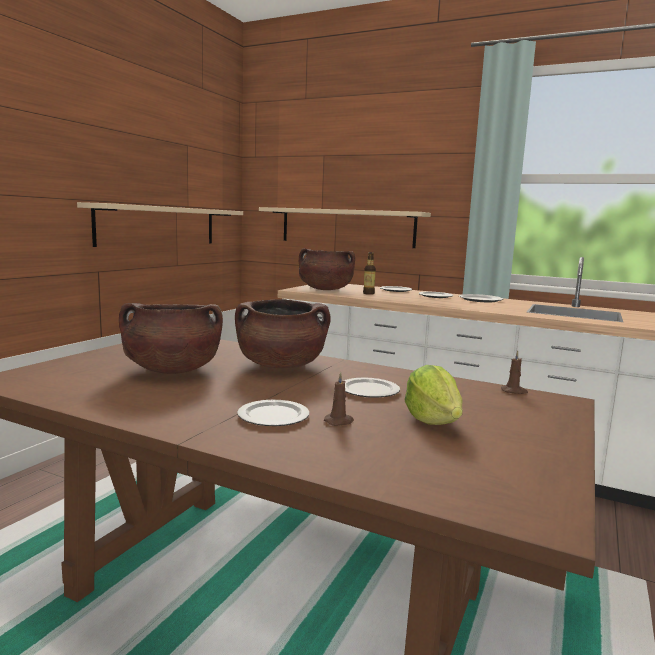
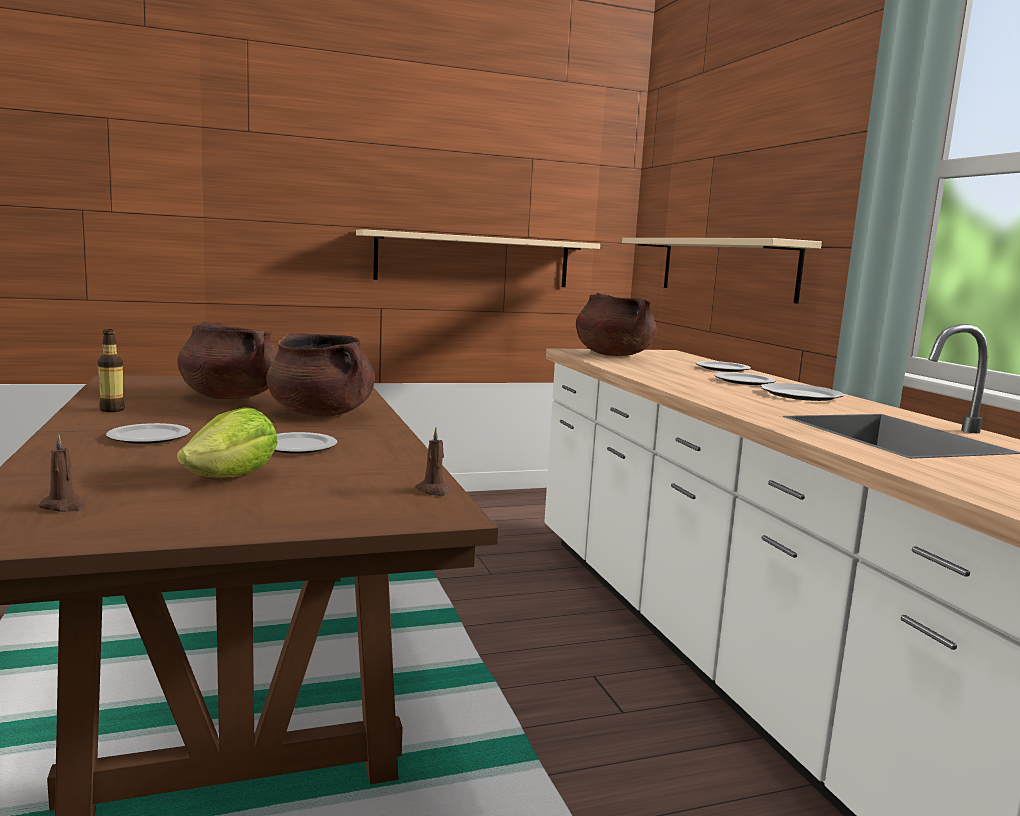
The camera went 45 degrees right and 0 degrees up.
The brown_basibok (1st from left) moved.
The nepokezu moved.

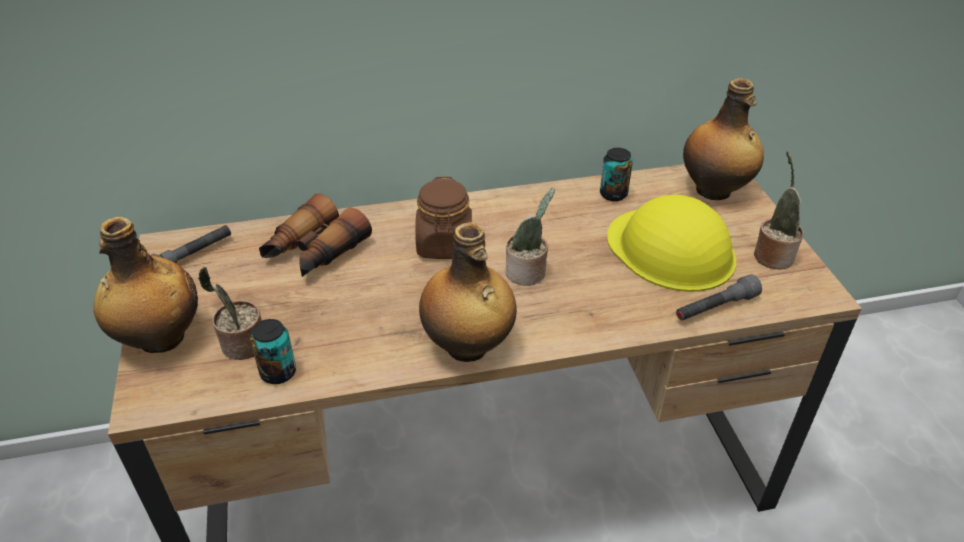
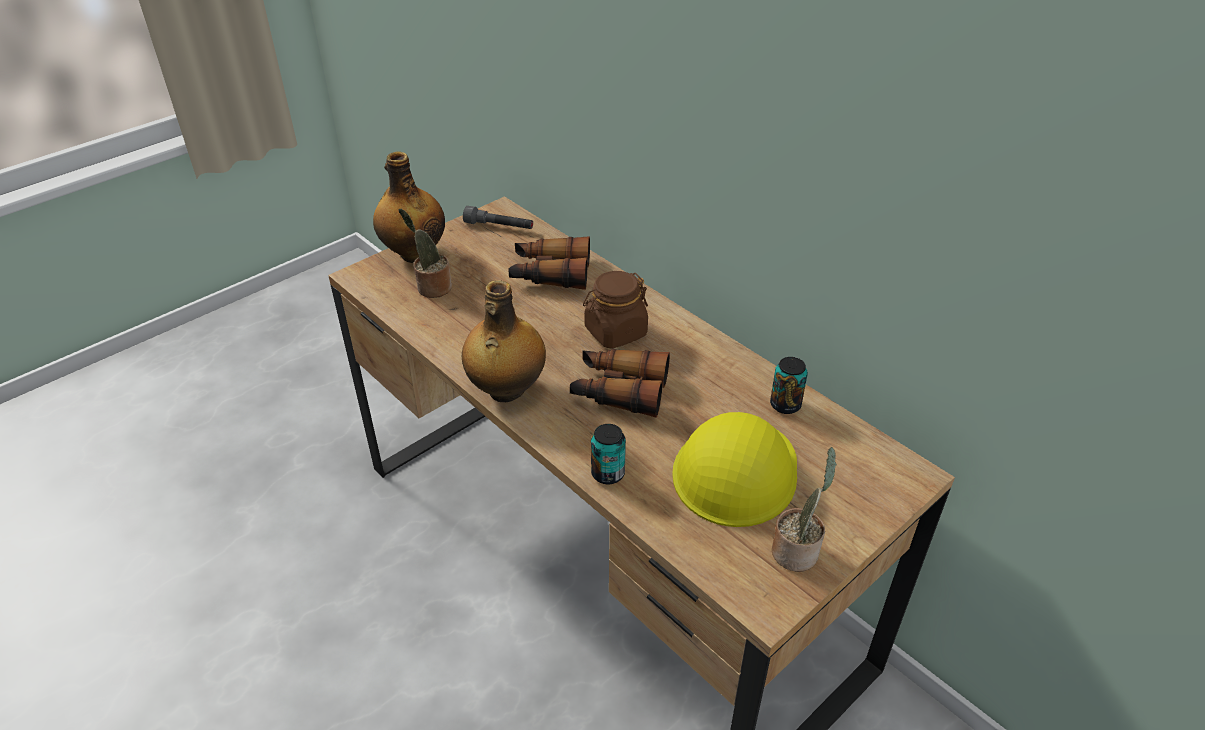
The camera went 60 degrees right and 0 degrees up.
The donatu (1st from left) moved.
The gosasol (2nd from left) was replaced by the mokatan (2nd from left).
The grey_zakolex (2nd from left) disappeared.
The nepokezu (3rd from left) disappeared.

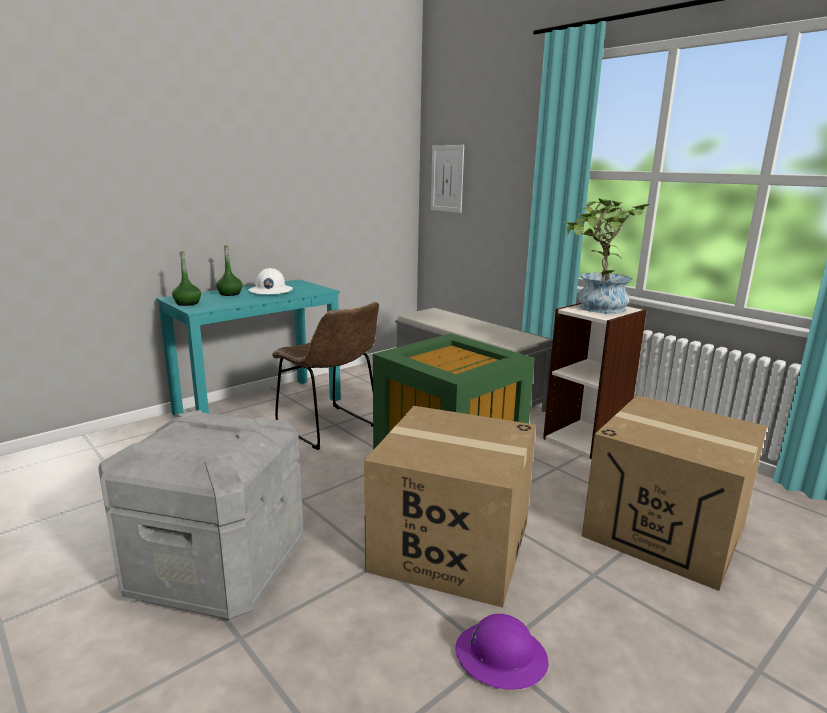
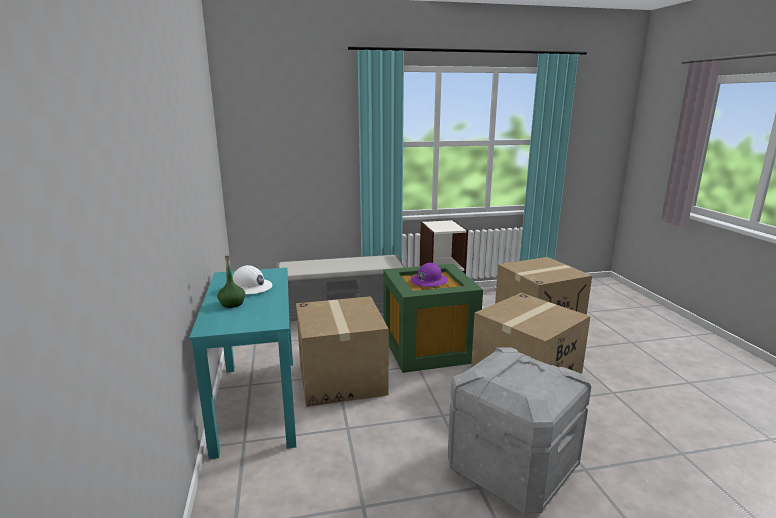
The camera went 60 degrees left and 0 degrees up.
The green_nepokezu (1st from left) disappeared.
The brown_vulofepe was replaced by the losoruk (1st from left).
The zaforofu disappeared.
The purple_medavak moved.
The gosasol disappeared.

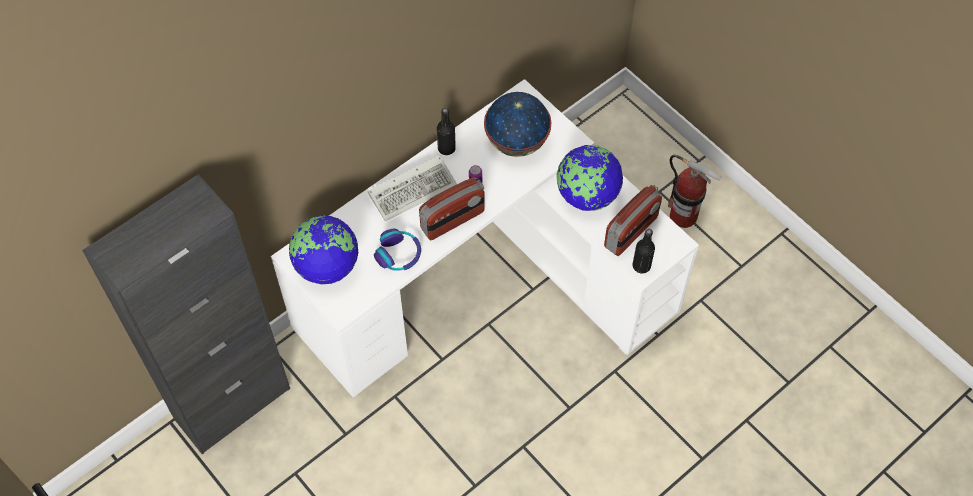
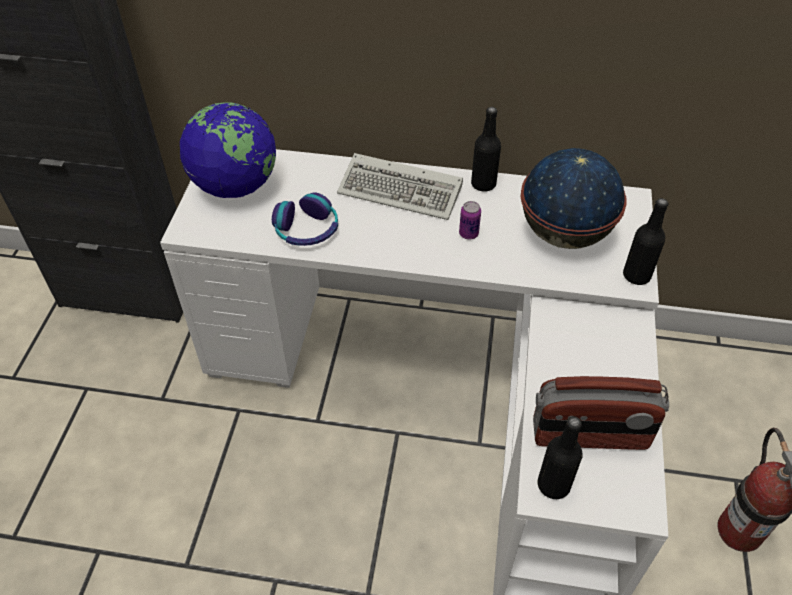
The camera went 50 degrees right and 10 degrees down.
The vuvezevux (1st from left) disappeared.
The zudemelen (3rd from left) disappeared.
The black_nepokezu (3rd from left) appeared.

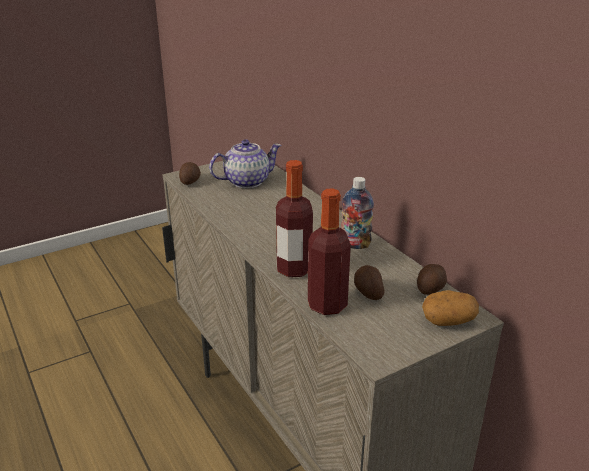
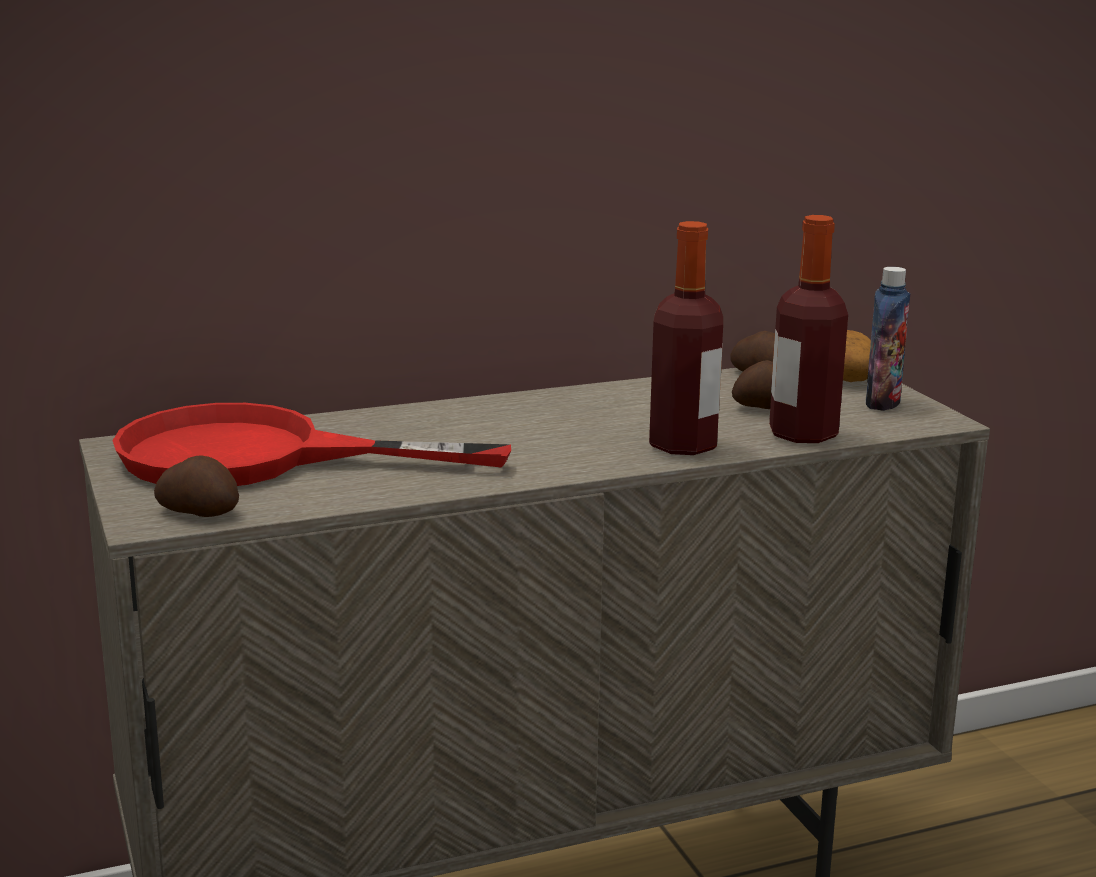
The camera went 80 degrees left and 10 degrees down.
The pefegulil was replaced by the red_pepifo.
The nepokezu (3rd from left) moved.

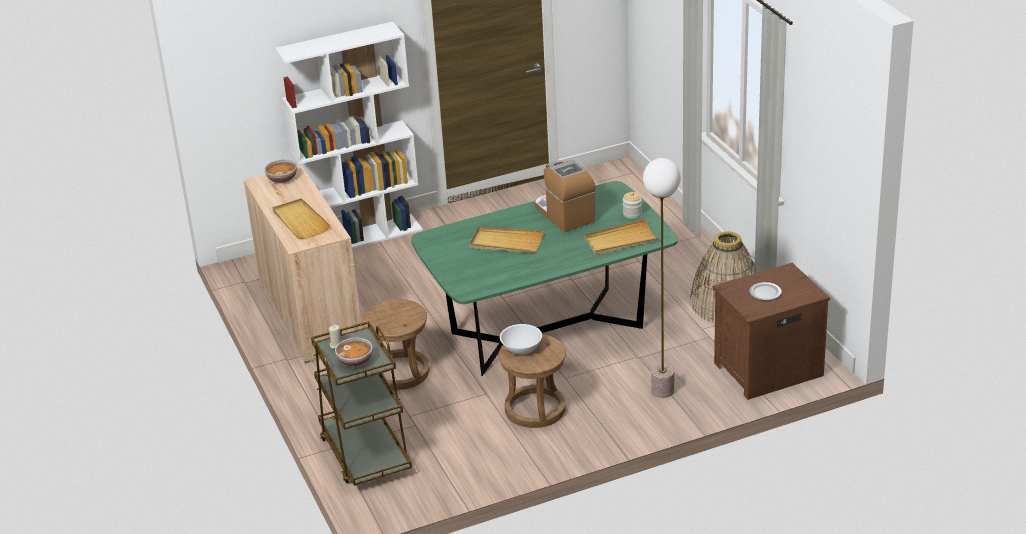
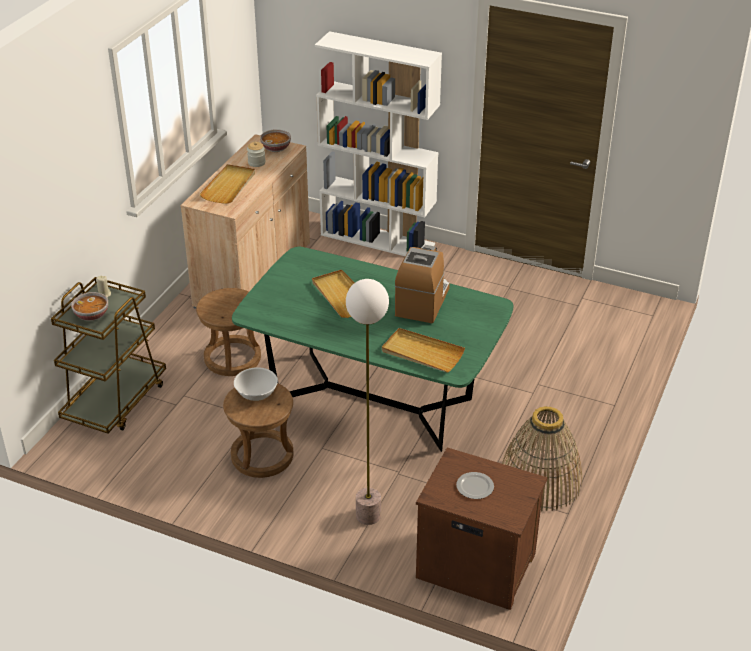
The camera went 45 degrees right and 5 degrees up.
The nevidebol moved.

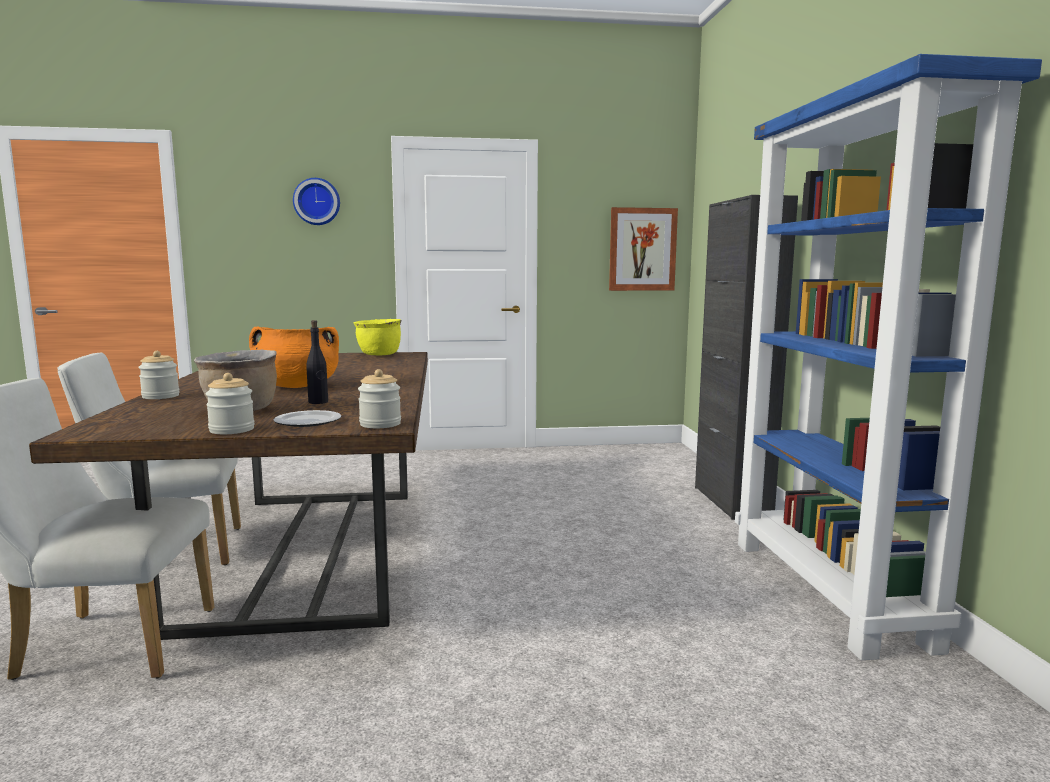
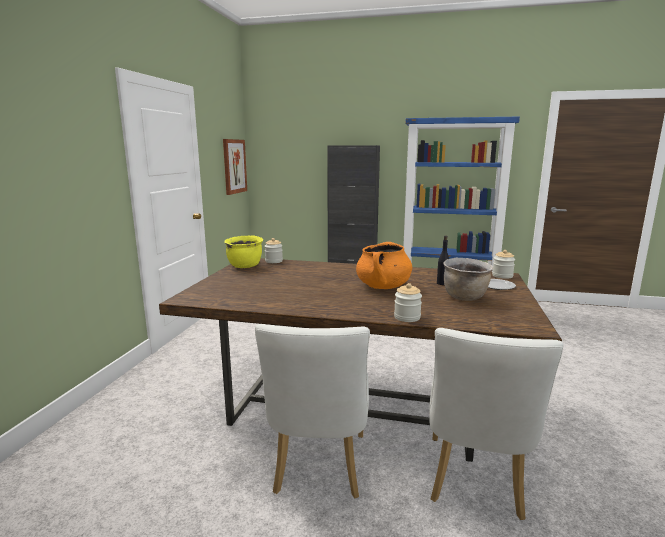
The camera went 70 degrees left and 5 degrees up.
The nevidebol (2nd from left in the first image) moved.
The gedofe disappeared.

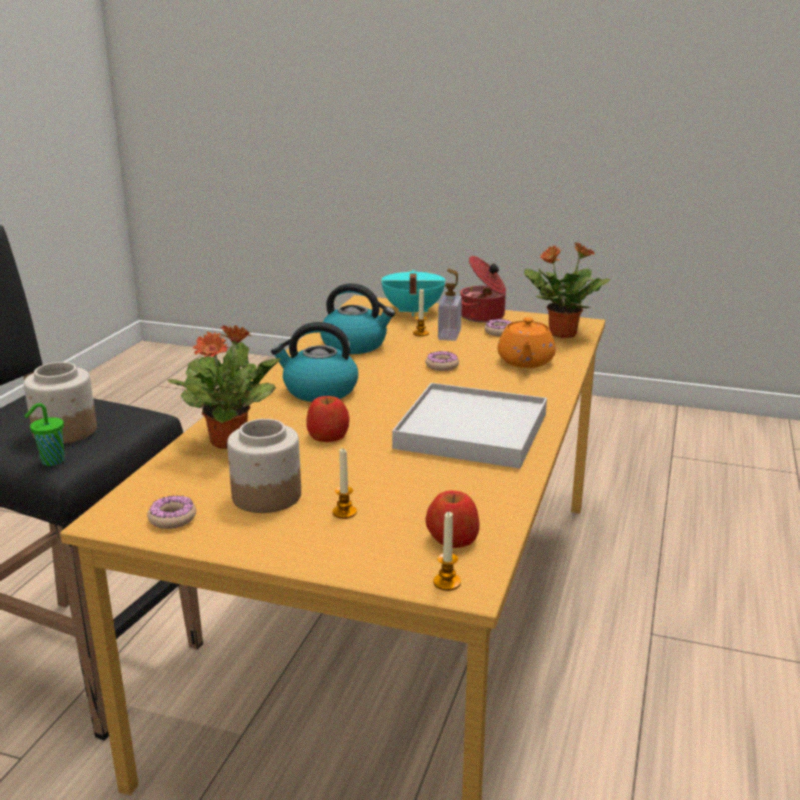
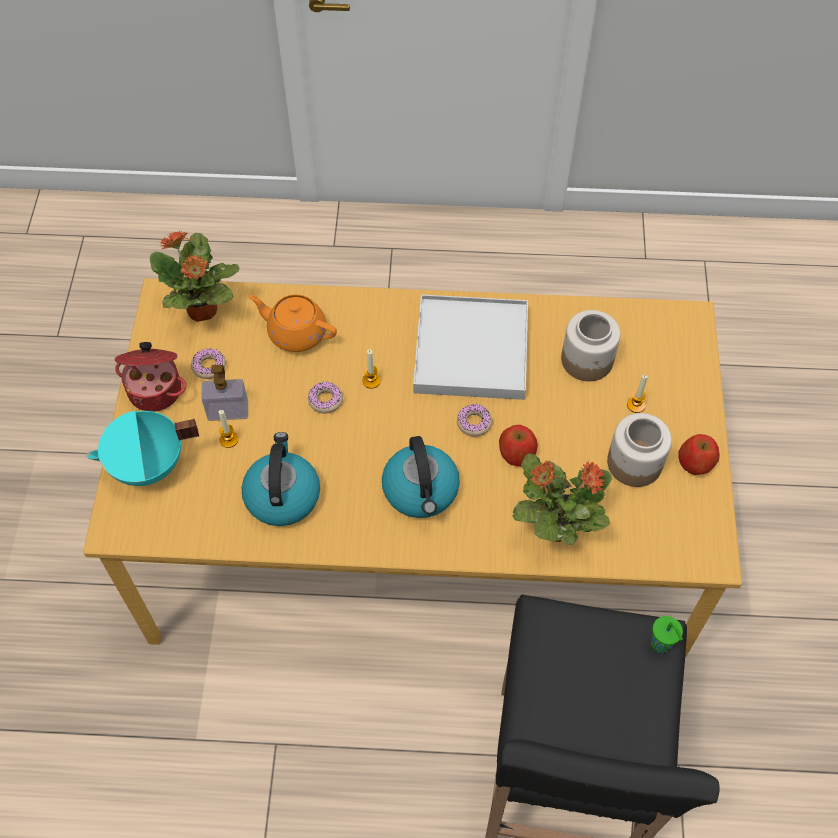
The camera went 105 degrees left and 35 degrees up.
The nevidebol (1st from left) moved.
The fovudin (1st from left in the first image) moved.
The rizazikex (2nd from left) moved.
The basibok (3rd from left in the first image) moved.
The orange_pefegulil turned 150 degrees counterclockwise.

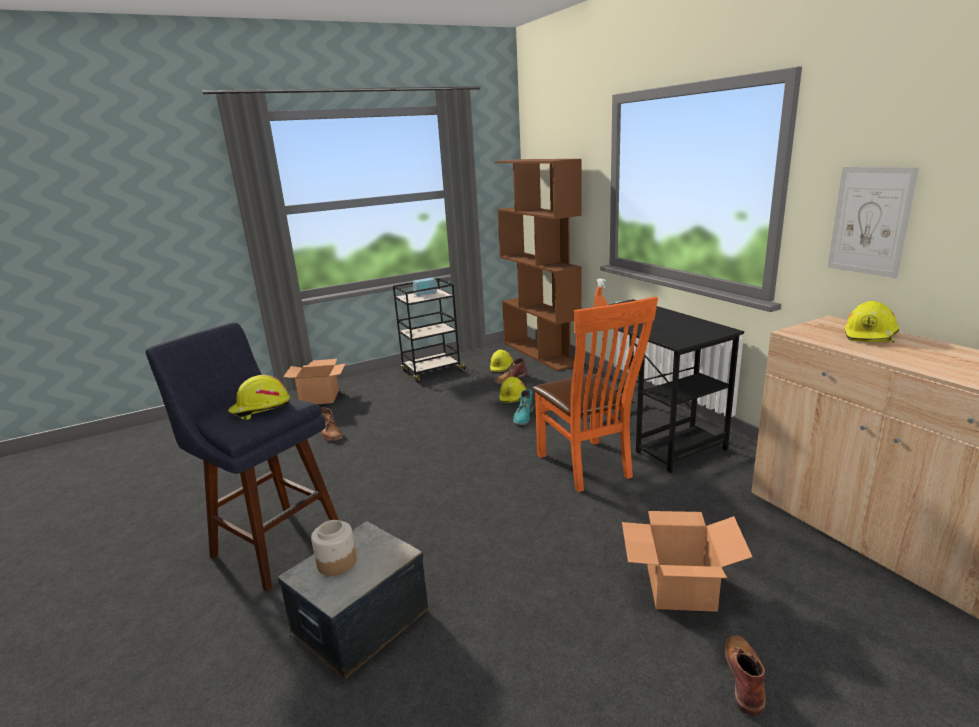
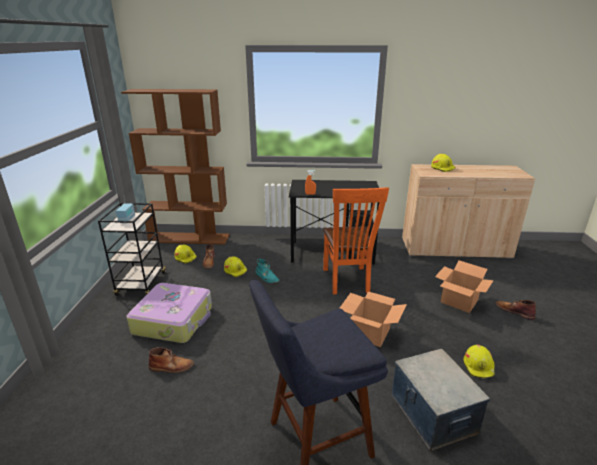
The camera went 60 degrees left and 5 degrees up.
The yellow_medavak (1st from left in the first image) moved.
The losoruk (1st from left) moved.
The nevidebol disappeared.
The orange_vulofepe turned 75 degrees clockwise.
The zaforofu disappeared.
The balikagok appeared.

